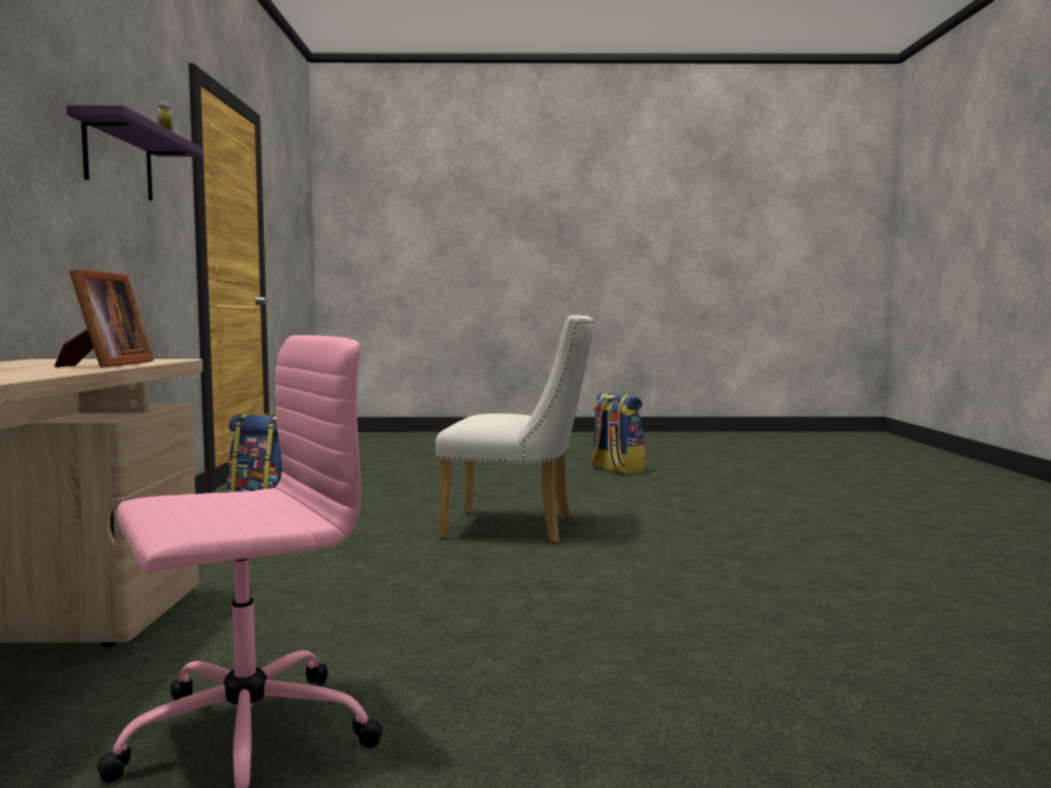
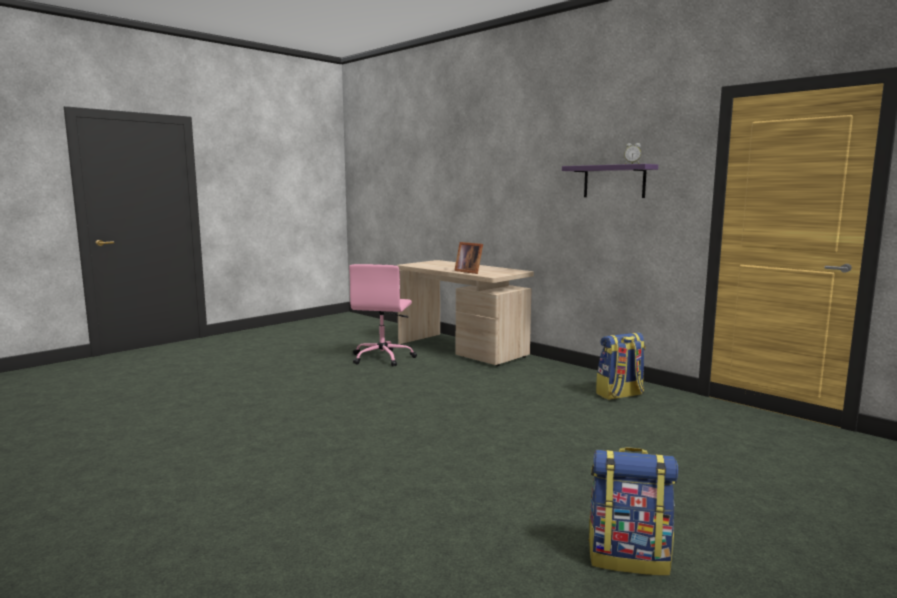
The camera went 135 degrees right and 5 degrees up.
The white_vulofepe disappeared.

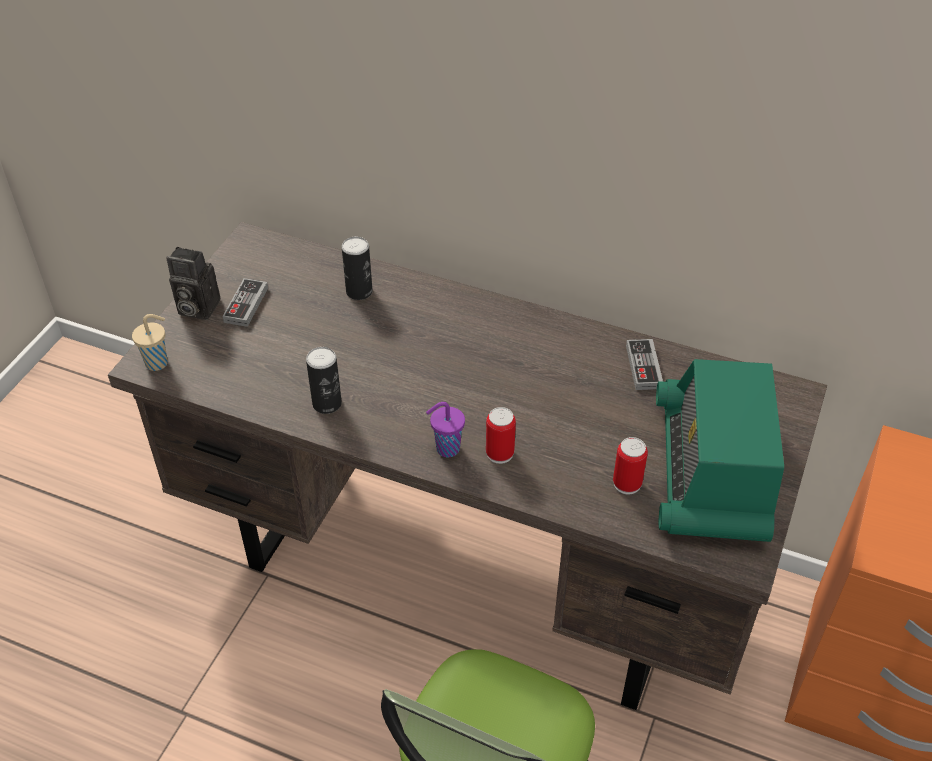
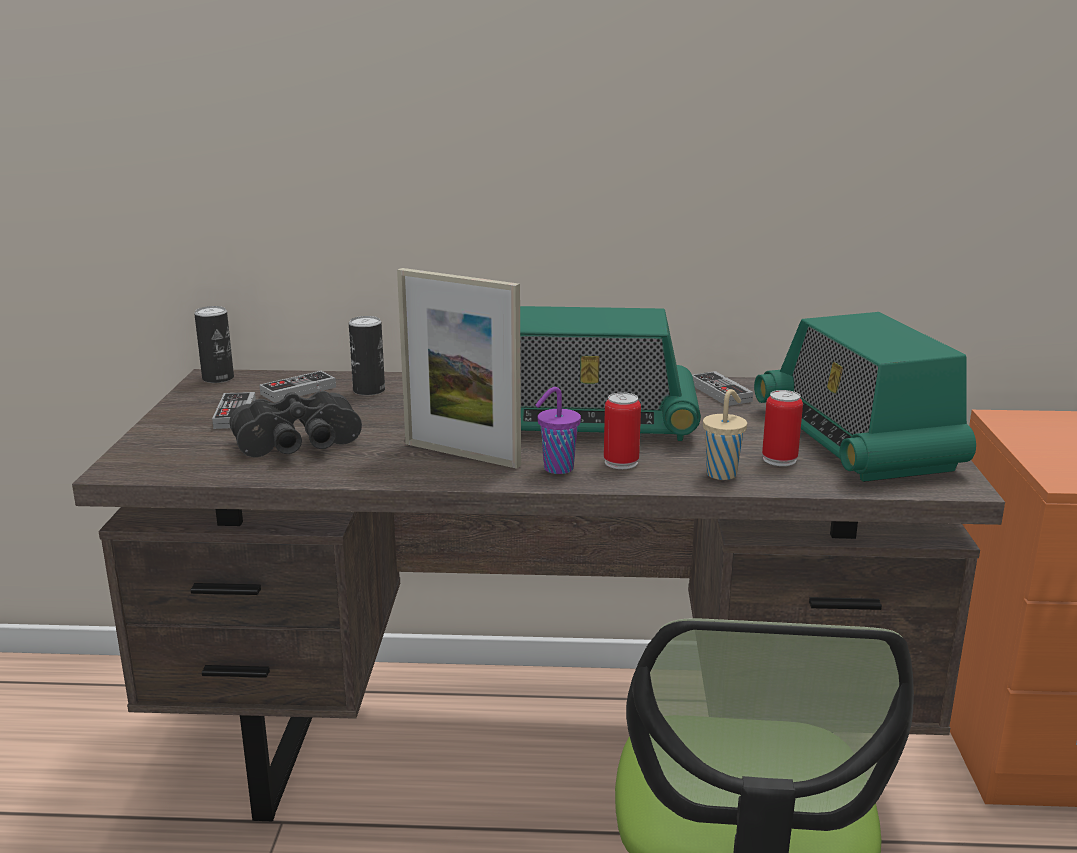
The camera went 20 degrees left and 25 degrees down.
The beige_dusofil moved.
The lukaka disappeared.
The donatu (1st from left) moved.
The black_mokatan appeared.
The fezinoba (2nd from left) appeared.
The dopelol appeared.
The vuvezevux (1st from left) appeared.

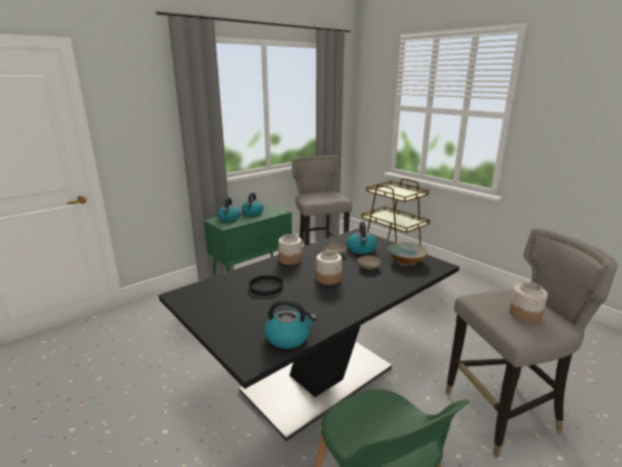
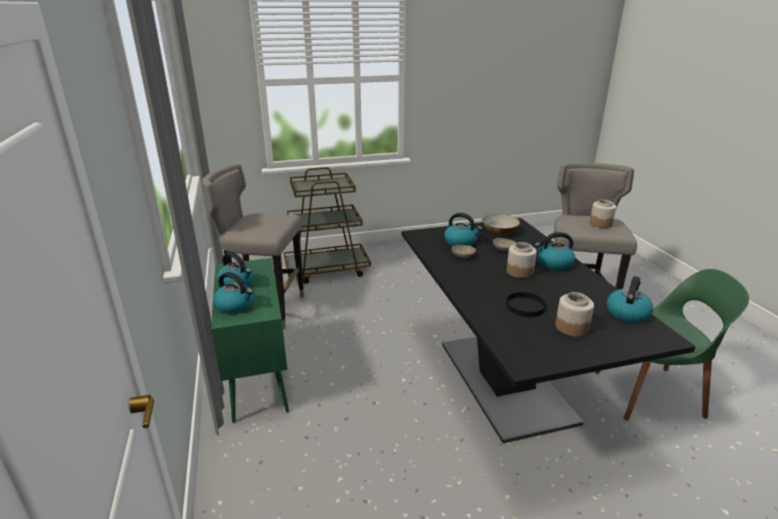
The camera went 65 degrees left and 5 degrees up.
The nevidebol (1st from left in the first image) moved.
The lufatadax (4th from left) appeared.

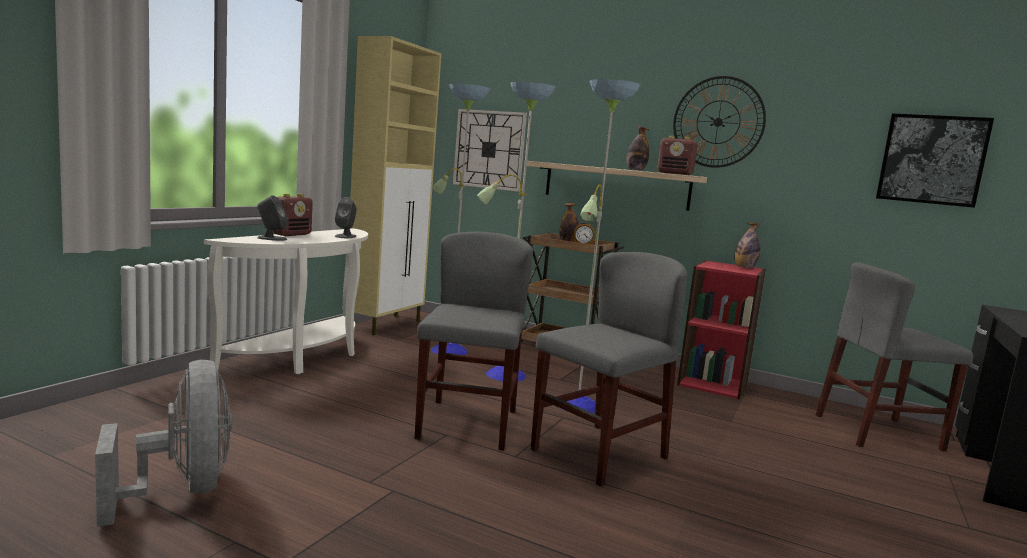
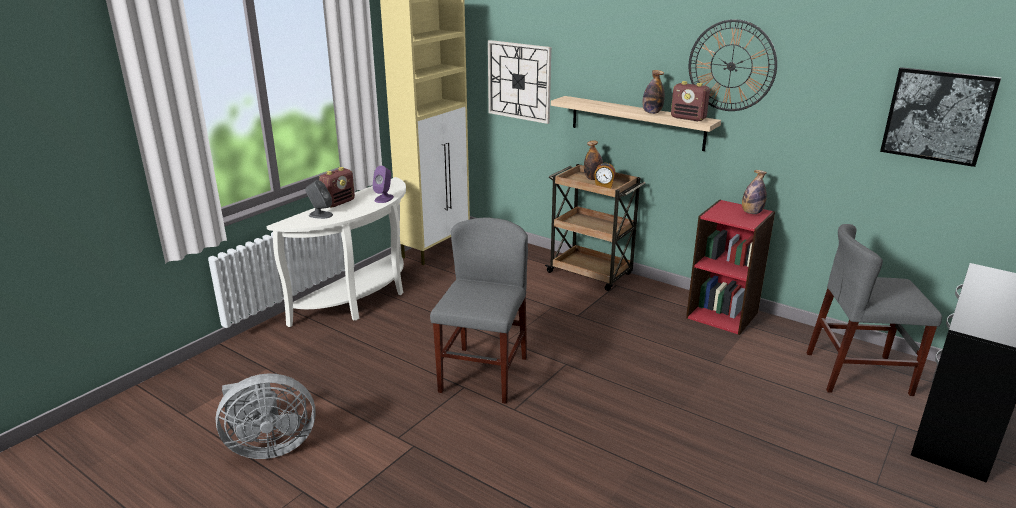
The camera went 10 degrees right and 15 degrees up.
The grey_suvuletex turned 90 degrees clockwise.
The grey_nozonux (2nd from left) became the purple_nozonux.
The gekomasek disappeared.
The grey_vulofepe (2nd from left) disappeared.

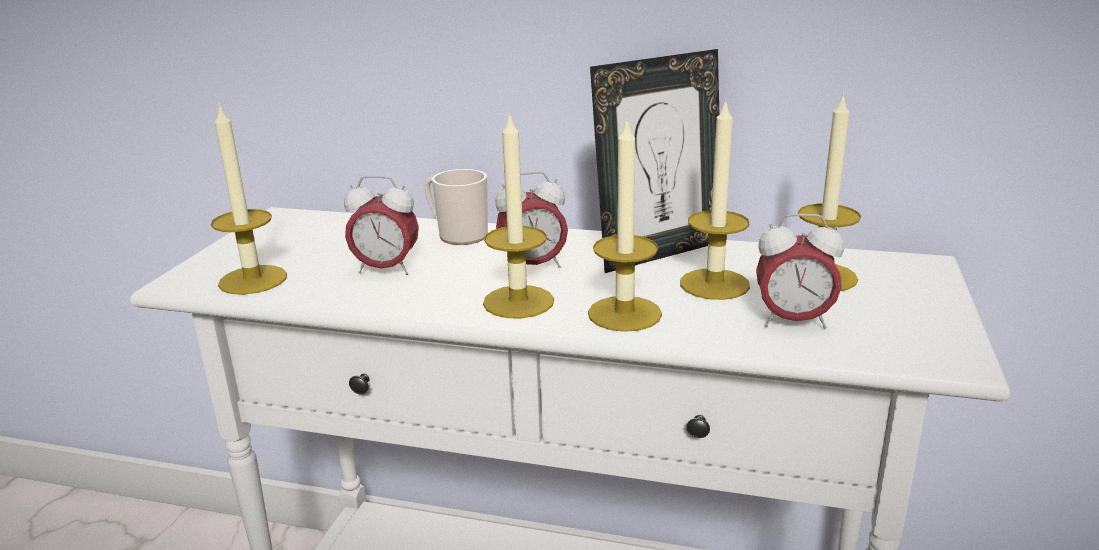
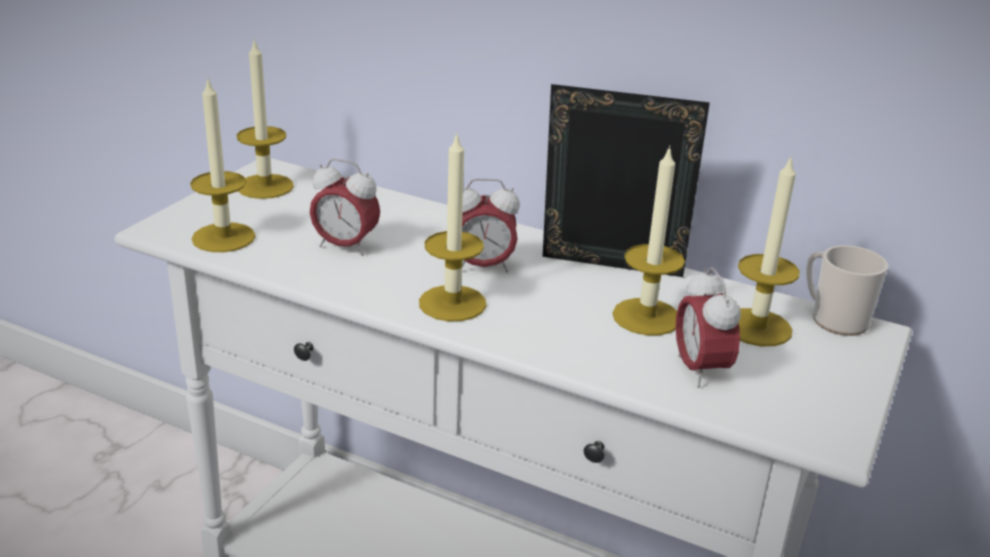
The camera went 10 degrees right and 5 degrees up.
The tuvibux moved.
The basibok (3rd from left in the first image) moved.
The dopelol turned 150 degrees counterclockwise.
The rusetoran (3rd from left) turned 60 degrees clockwise.

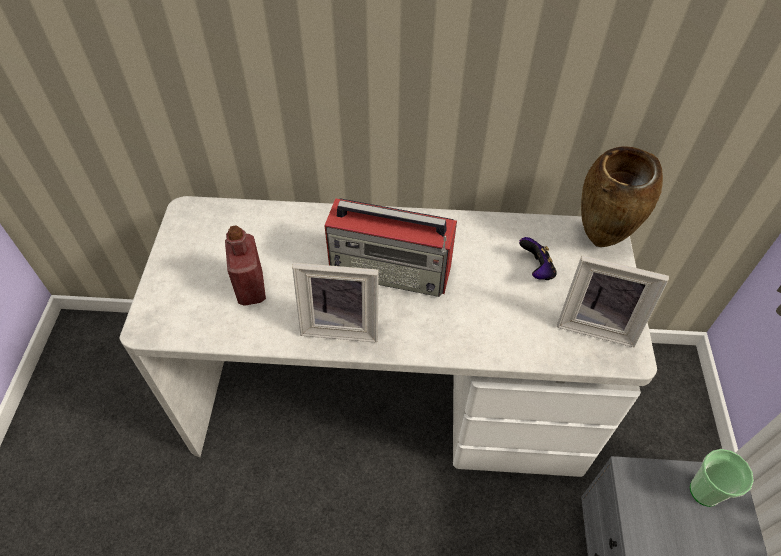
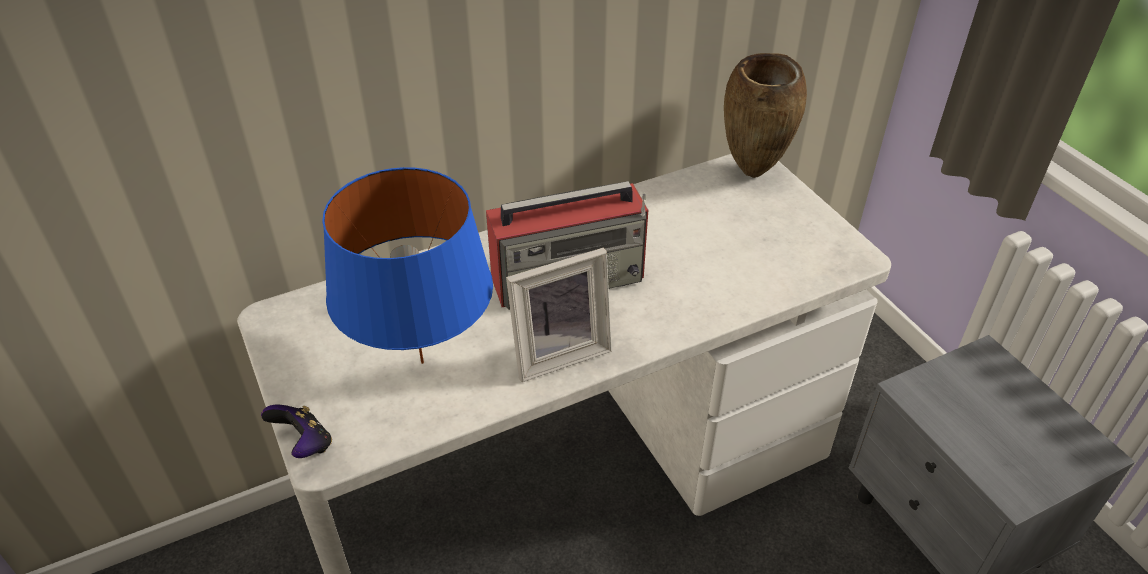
The camera went 30 degrees left and 10 degrees down.
The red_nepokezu was replaced by the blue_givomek.
The fezinoba moved.
The dopelol (2nd from left) disappeared.
The dusofil disappeared.

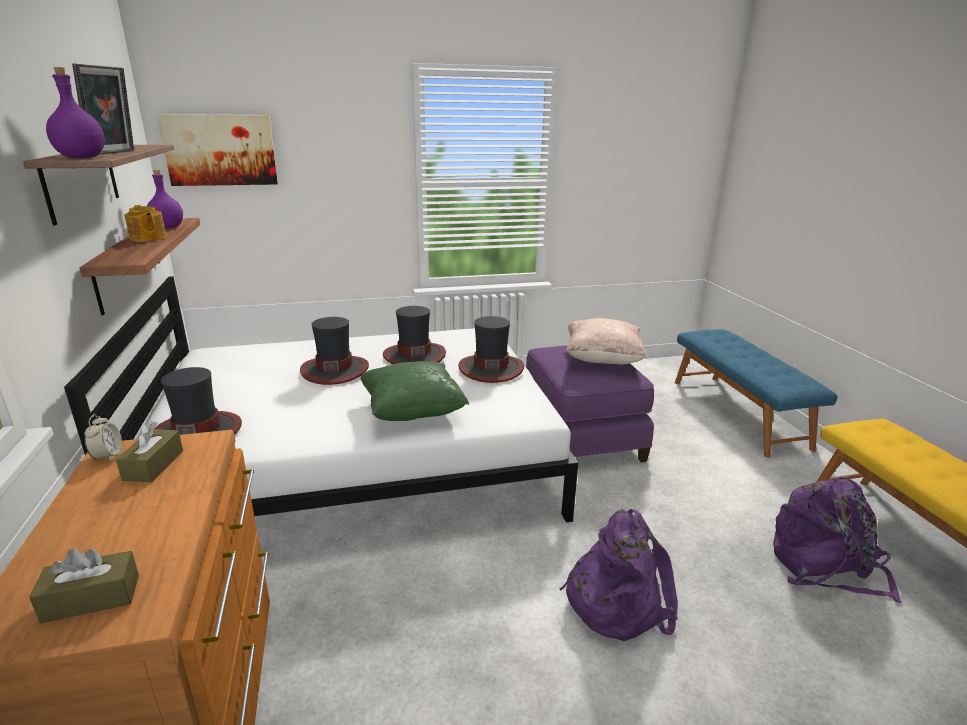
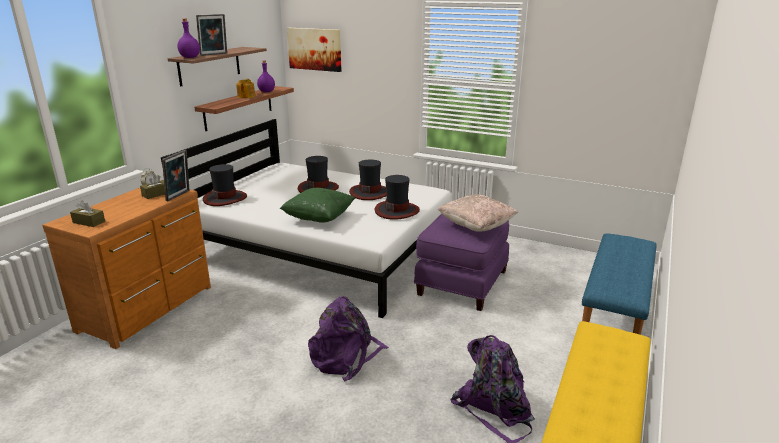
The camera went 40 degrees right and 0 degrees up.
The dopelol (1st from left) appeared.

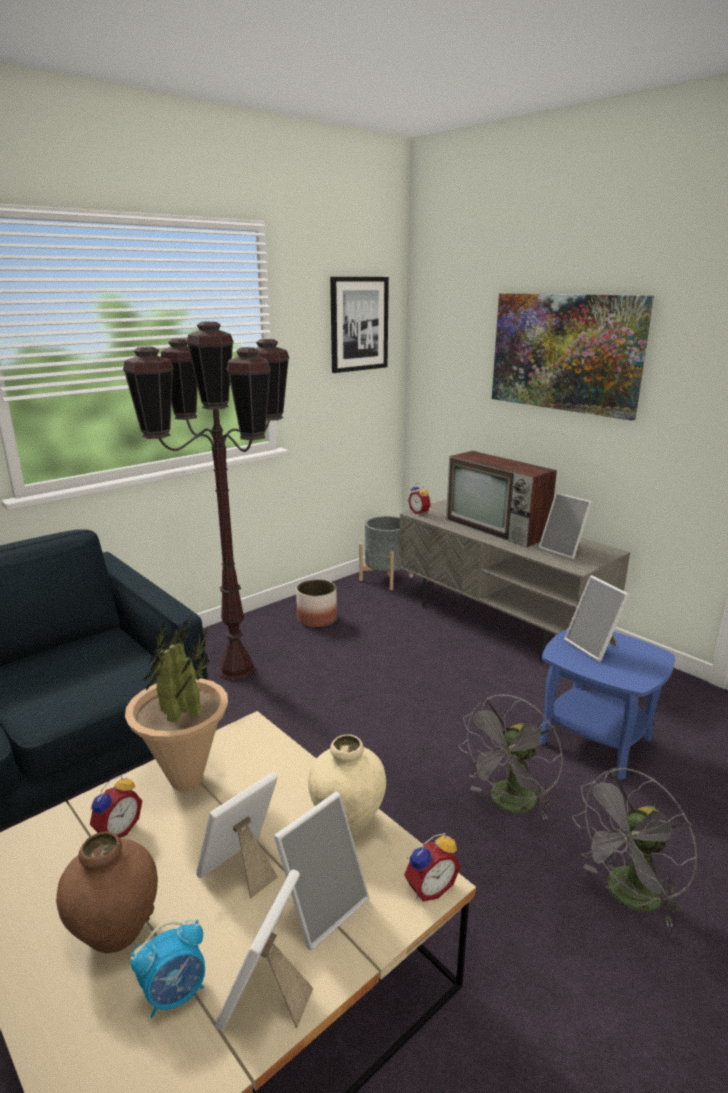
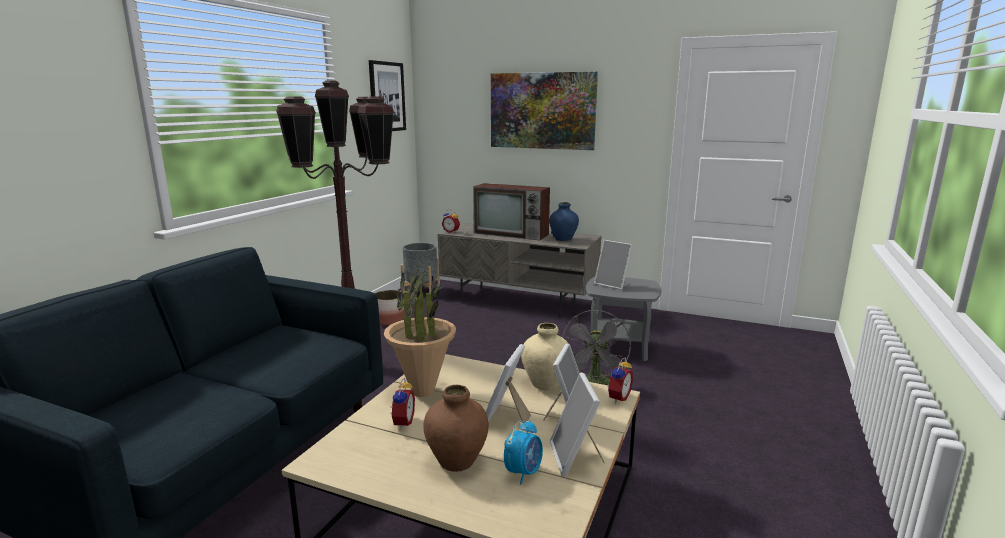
The camera went 25 degrees left and 5 degrees down.
The dopelol (4th from left) was replaced by the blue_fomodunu.
The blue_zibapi became the grey_zibapi.
The grey_suvuletex (2nd from left) disappeared.

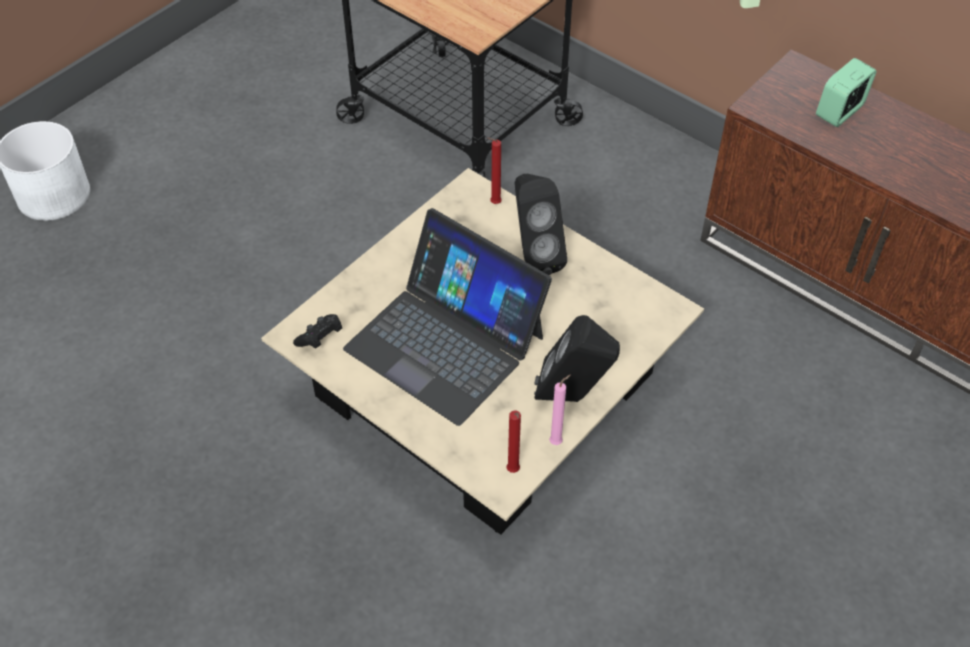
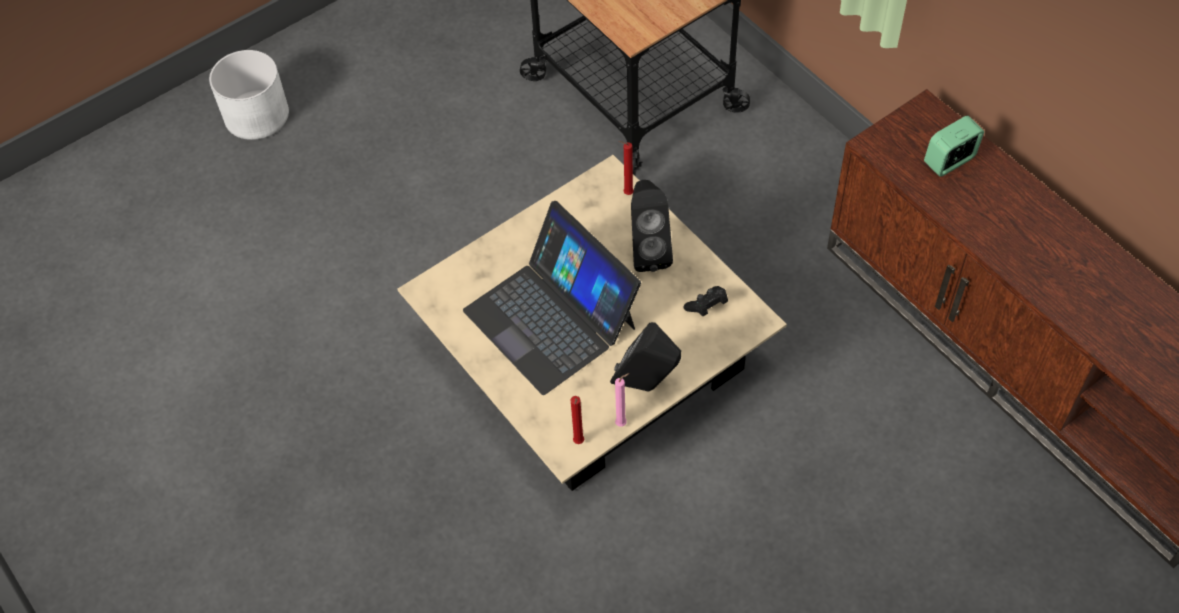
The camera went 15 degrees right and 5 degrees up.
The black_fezinoba moved.

